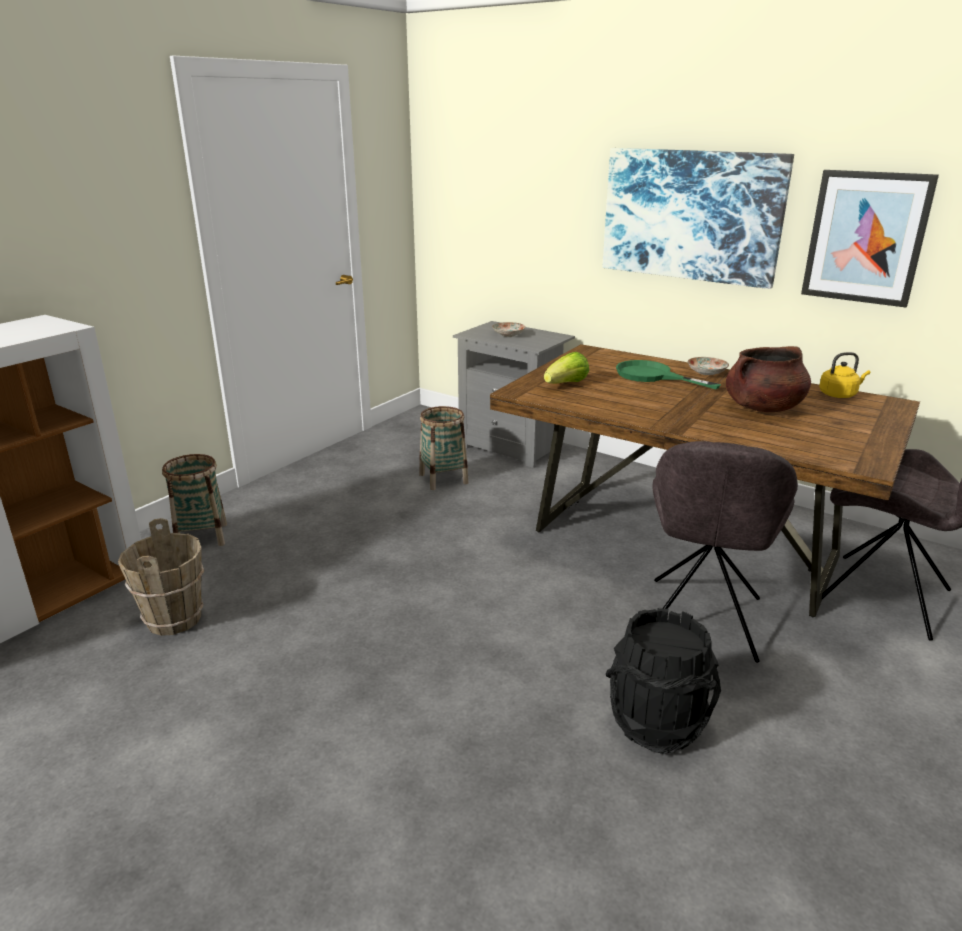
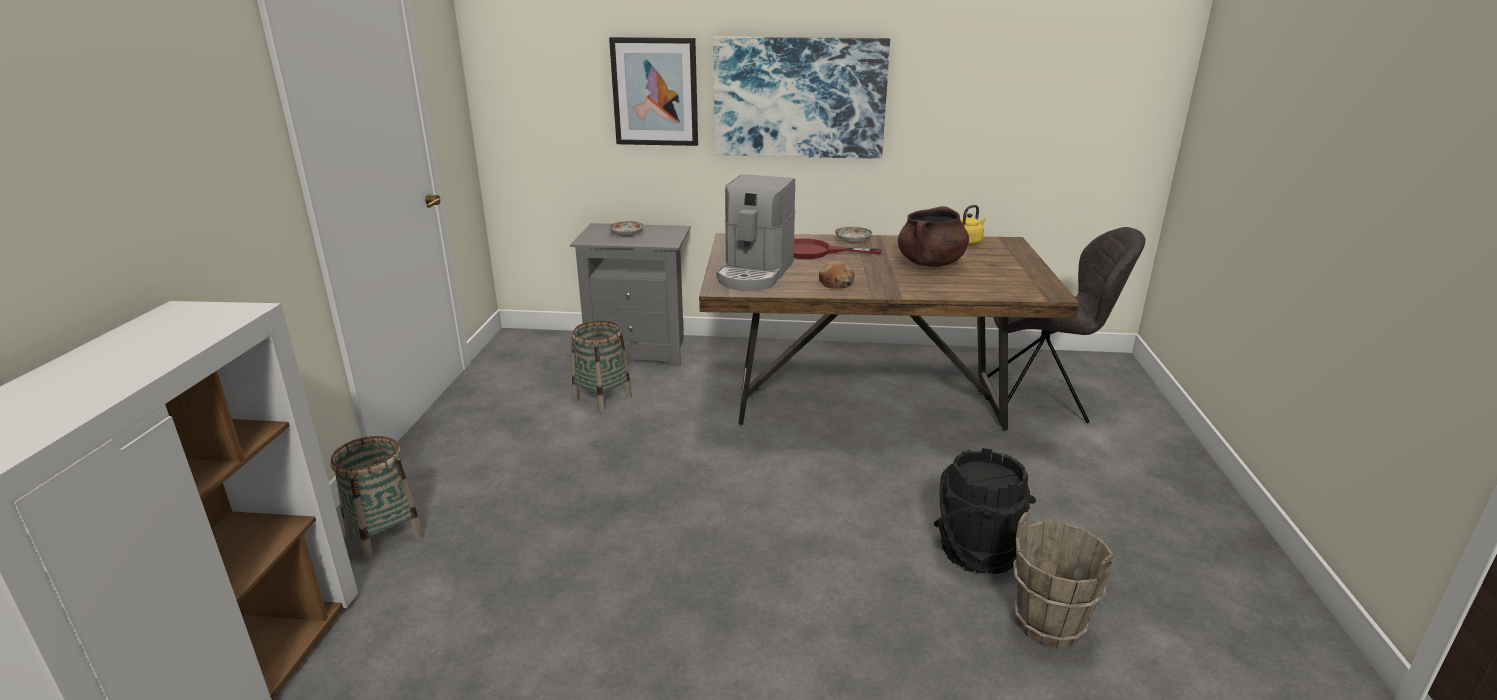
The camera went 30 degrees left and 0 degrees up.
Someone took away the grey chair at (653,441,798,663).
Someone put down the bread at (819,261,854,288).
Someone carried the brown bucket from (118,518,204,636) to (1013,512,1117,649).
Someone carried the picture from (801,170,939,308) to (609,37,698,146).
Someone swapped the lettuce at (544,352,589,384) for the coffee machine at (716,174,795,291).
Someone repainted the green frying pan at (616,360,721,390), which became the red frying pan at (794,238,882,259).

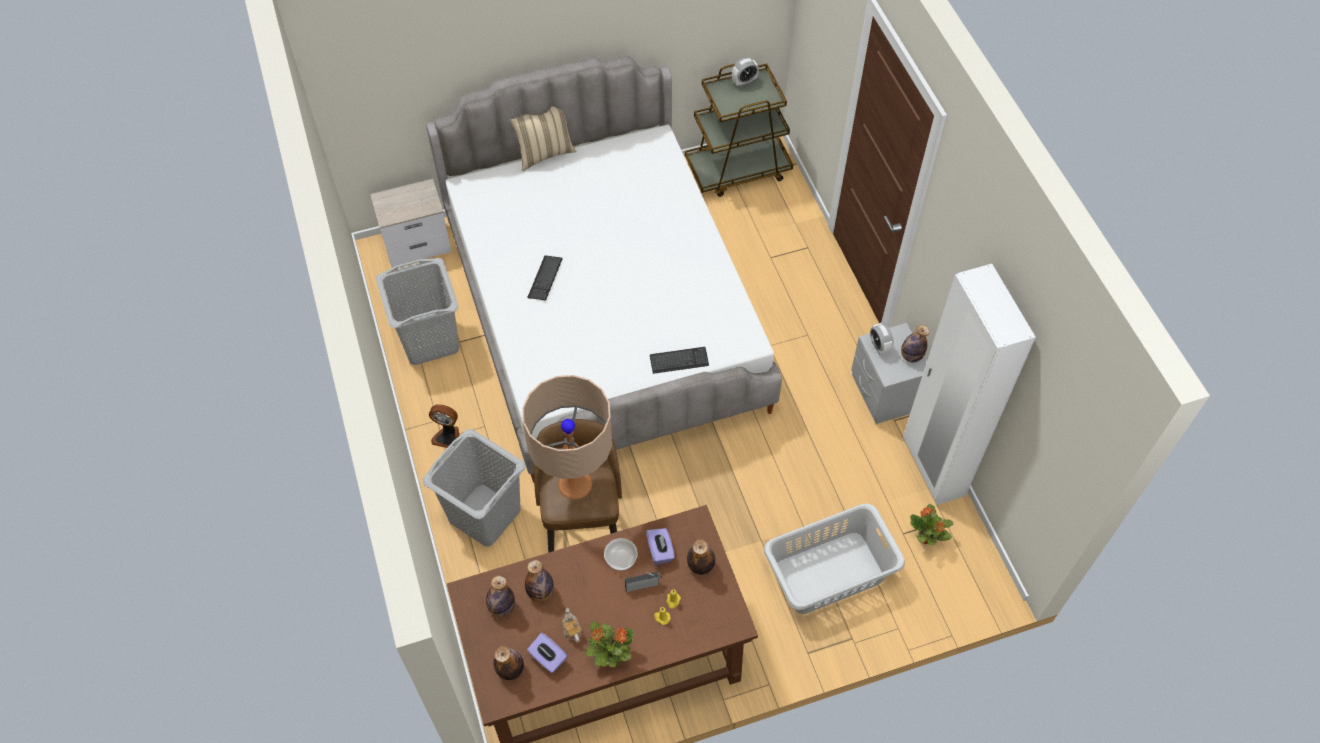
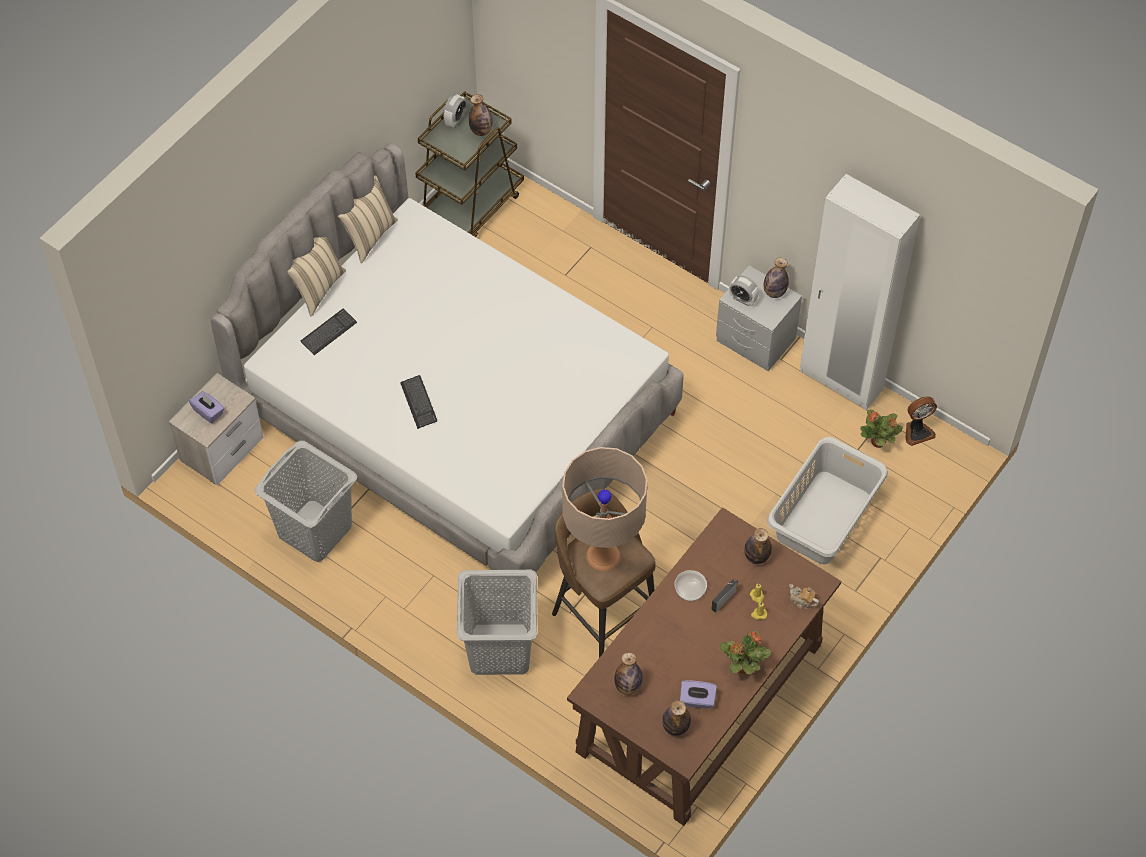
The camera went 35 degrees left and 0 degrees up.
Someone put down the beige pillow at (338,176,398,263).
Someone carried the fan from (429,404,460,448) to (905,396,937,446).
Someone carried the bottle from (525,560,554,602) to (469,94,493,136).
Someone carried the teapot from (562,608,582,643) to (789,584,819,609).
Someone carried the purple tissue box from (646,528,675,565) to (189,391,224,423).
Someone carried the keyboard from (650,347,709,374) to (301,309,357,355).

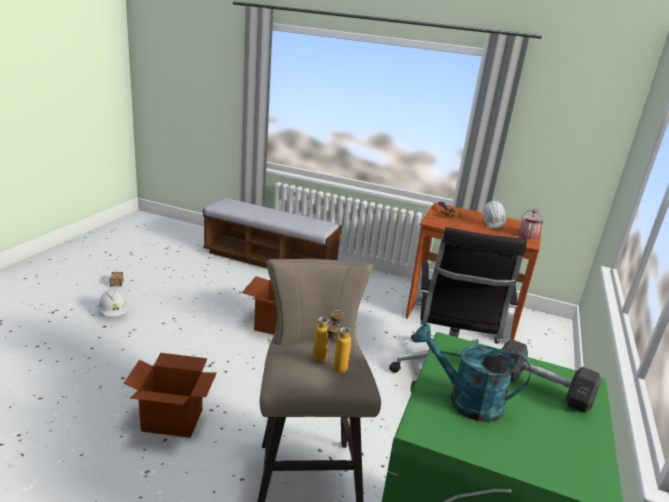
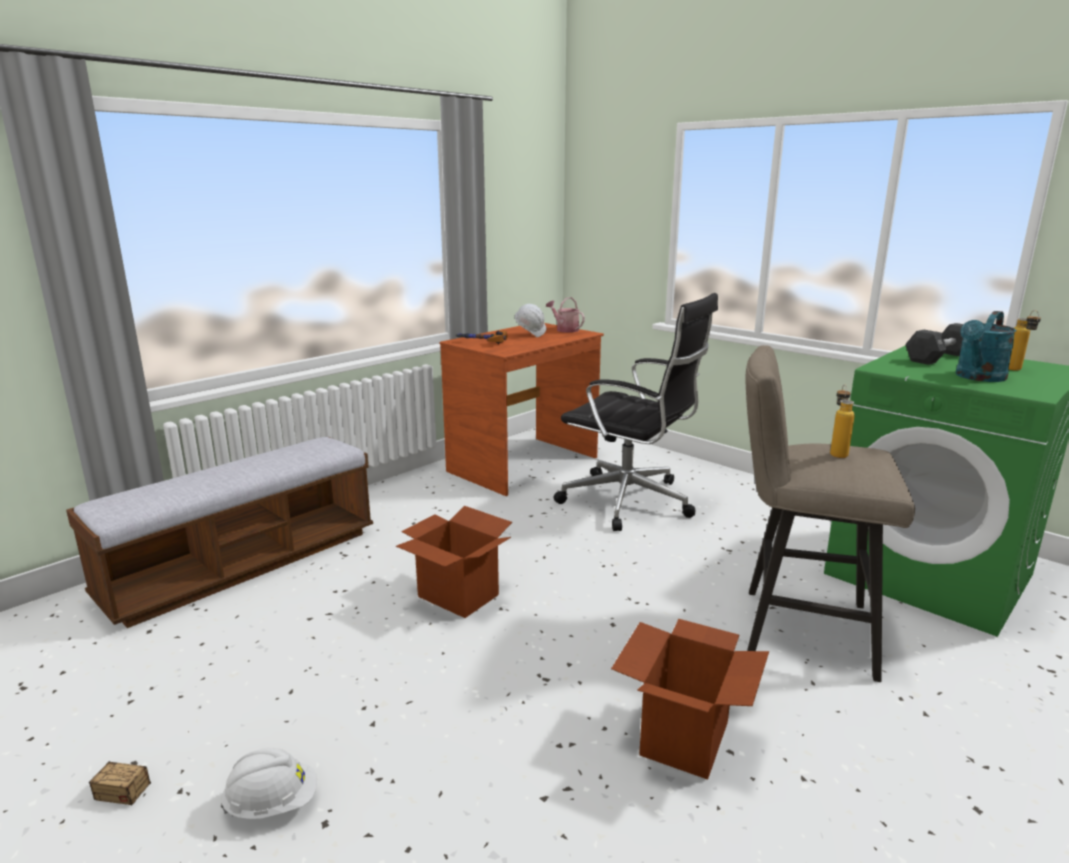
The camera went 65 degrees left and 5 degrees down.
Someone carried the bottle from (327,322,351,374) to (1008,310,1041,370).

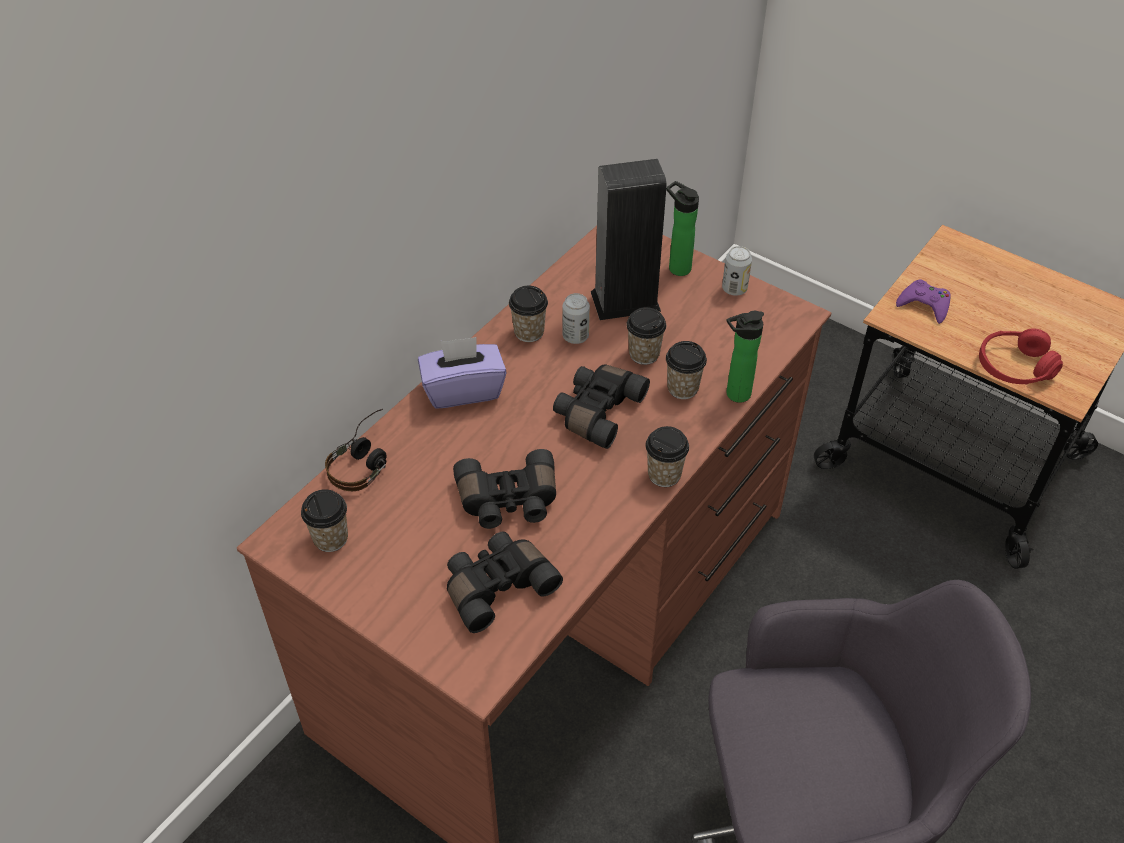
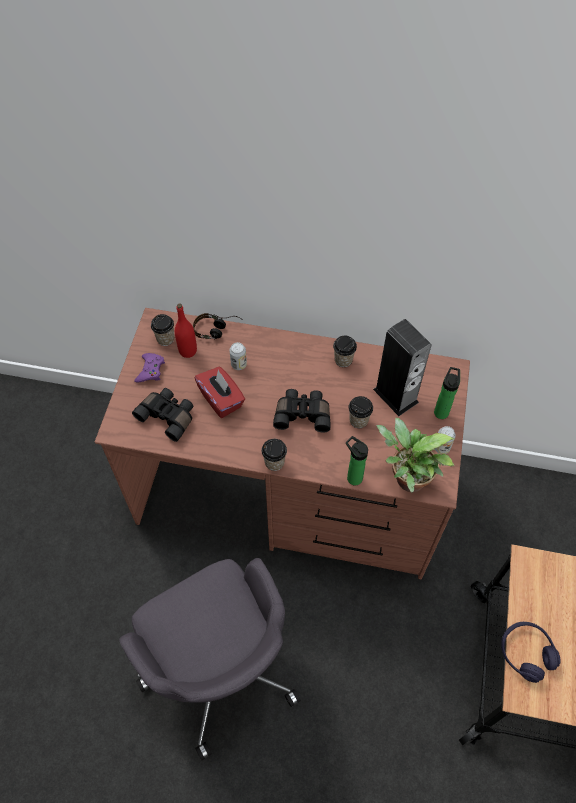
The camera went 65 degrees right and 10 degrees up.
Someone took away the purple tissue box at (418,337,507,409).
Someone took away the cup at (666,341,707,399).
Someone put down the red bottle at (175,304,197,358).
Someone put down the potted plant at (376,418,454,493).
Someone carried the can from (563,293,590,344) to (229,342,247,370).
Someone carried the purple game controller from (896,279,950,324) to (134,353,165,382).
Someone swapped the black binoculars at (453,449,556,529) for the red tissue box at (195,367,245,418).
Someone repainted the red headphones at (979,329,1063,385), which became the purple headphones at (501,622,561,683).

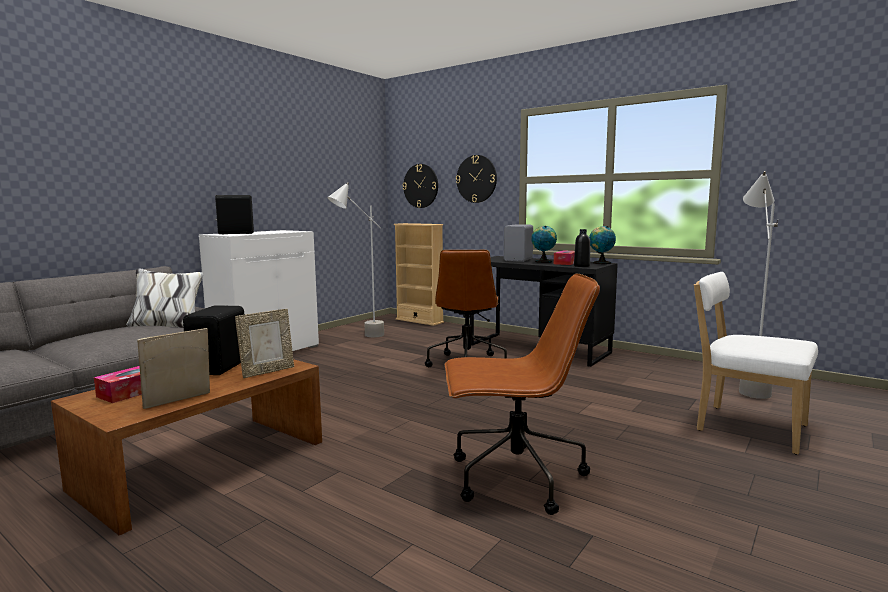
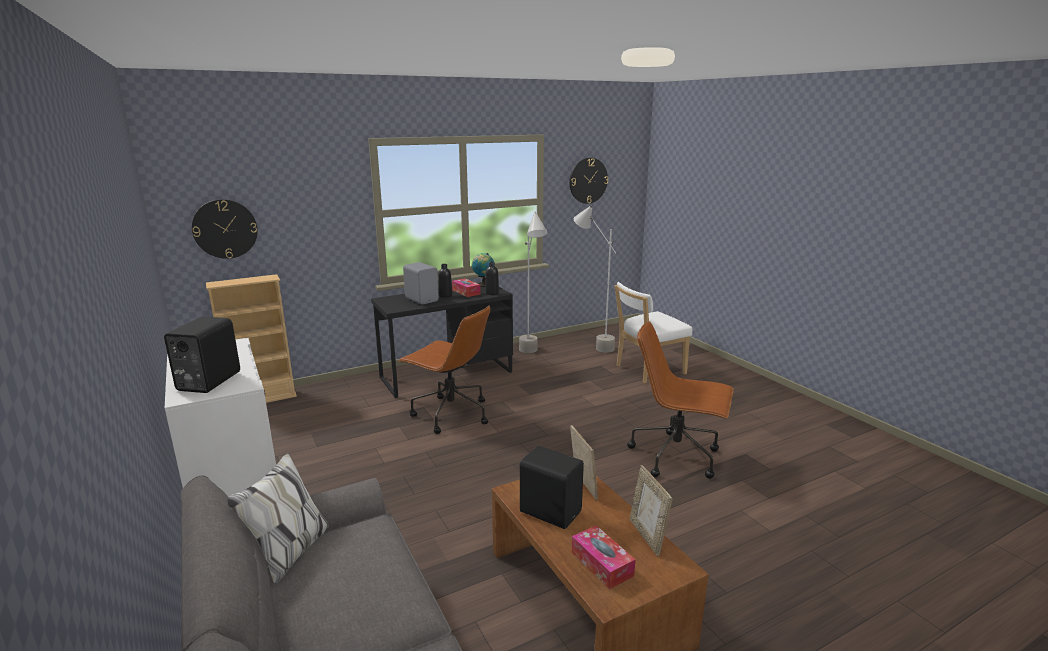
The camera went 65 degrees left and 10 degrees up.
Someone carried the grey floor lamp from (327,182,384,337) to (519,211,548,353).
Someone carried the wall clock from (456,155,497,203) to (569,158,608,204).
Someone swapped the globe at (531,226,557,263) for the black bottle at (438,264,453,298).
Someone rotated the brown office chair at (445,273,600,515) by 90 degrees counterclockwise.

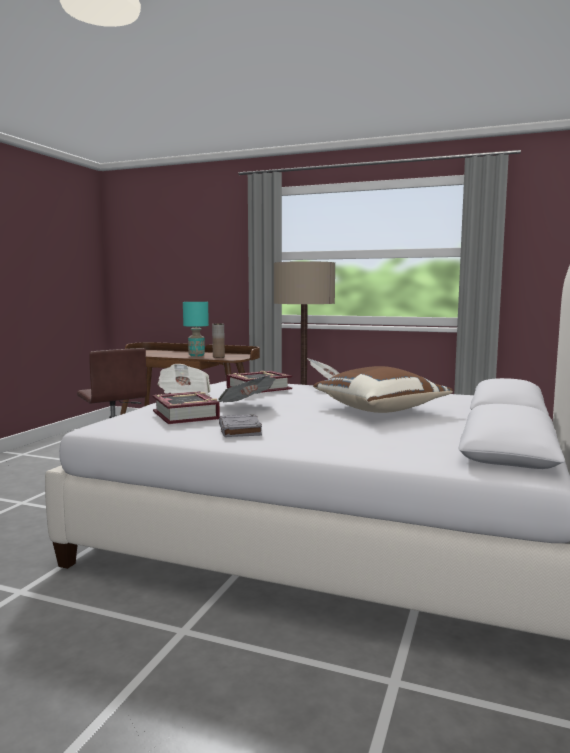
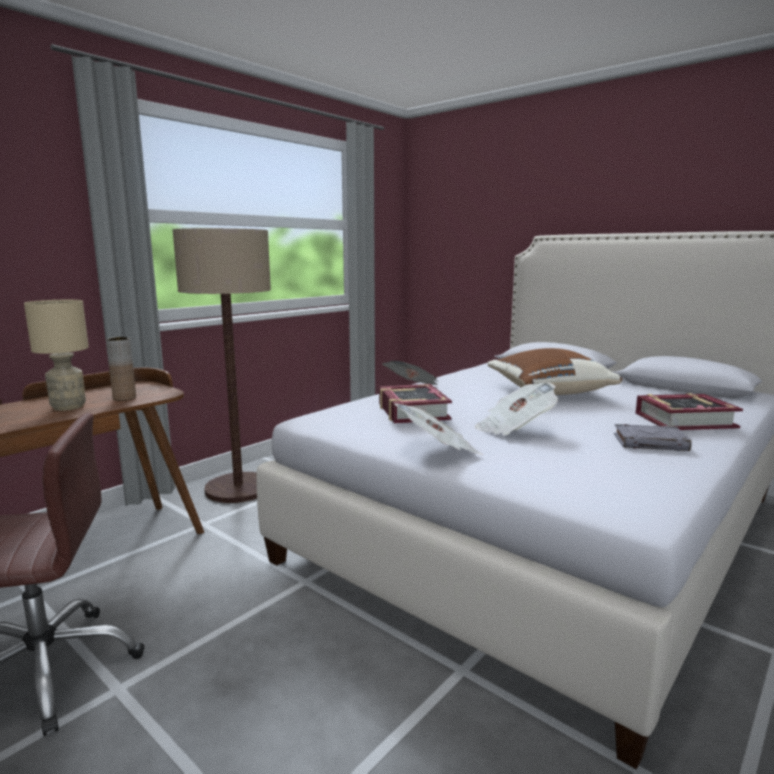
The camera went 70 degrees left and 5 degrees up.
Someone carried the book from (152,391,220,424) to (636,393,743,430).
Someone repainted the turquoise table lamp at (183,302,209,356), which became the beige table lamp at (24,300,89,411).

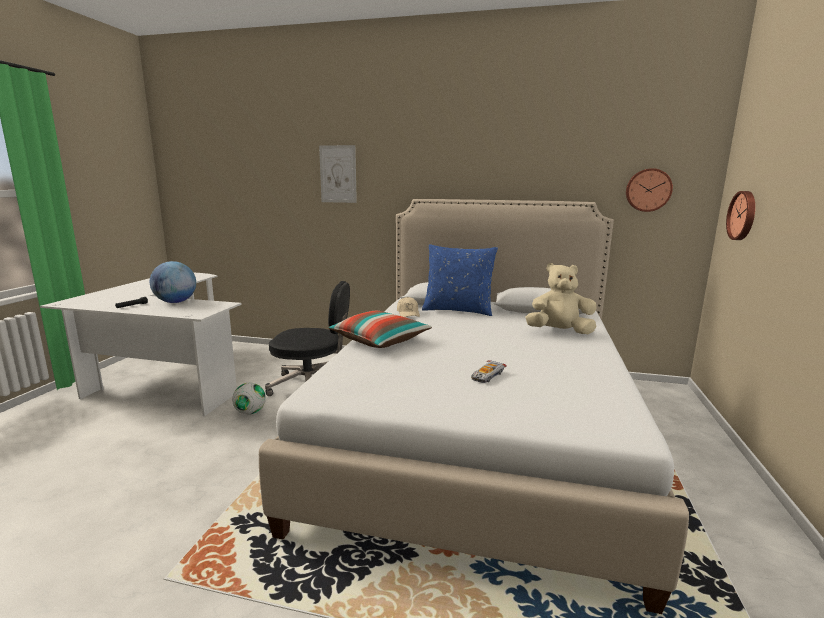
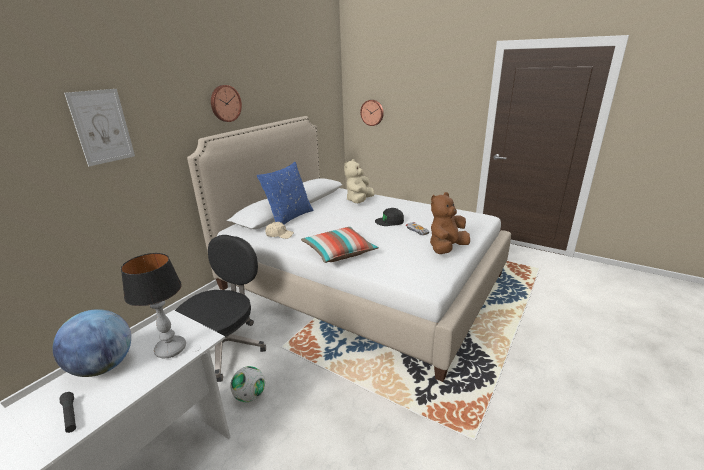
The camera went 70 degrees left and 10 degrees up.
Someone put down the table lamp at (121,253,186,358).
Someone put down the black cap at (375,208,404,226).
Someone put down the brown plush toy at (430,192,470,254).
Someone carried the wall clock from (626,168,673,212) to (211,85,242,122).

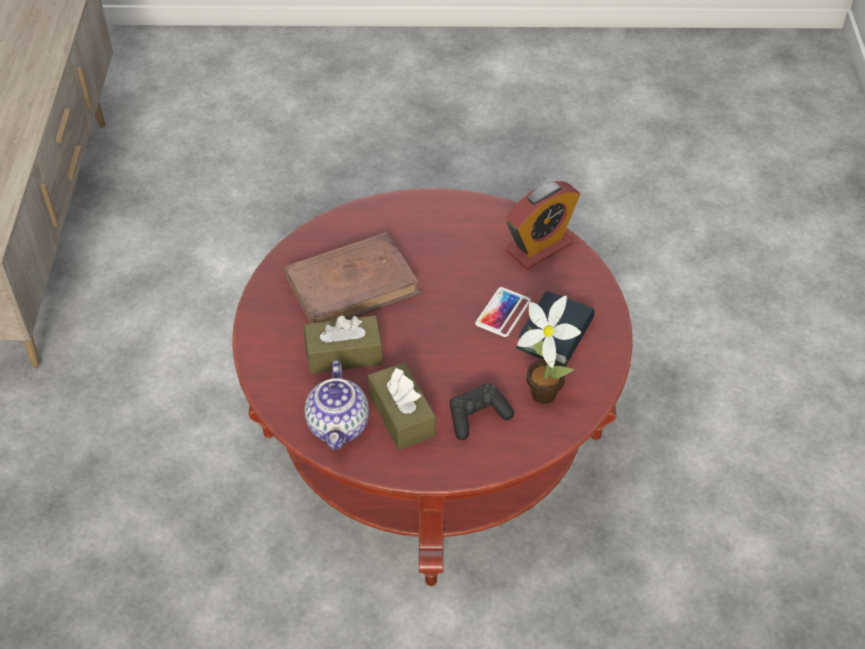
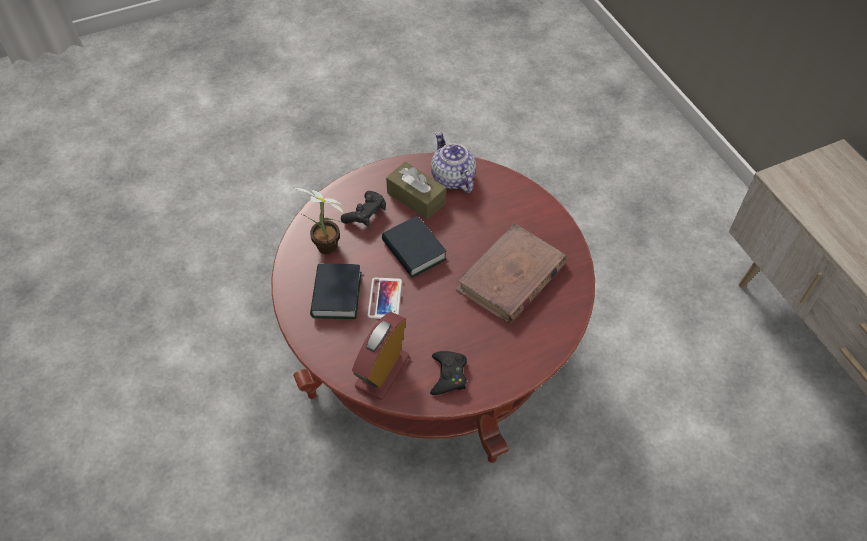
The camera went 155 degrees right and 5 degrees up.
Someone took away the brown tissue box at (304,315,383,374).
Someone put down the book at (382,216,447,278).
Someone put down the black game controller at (430,351,467,395).

